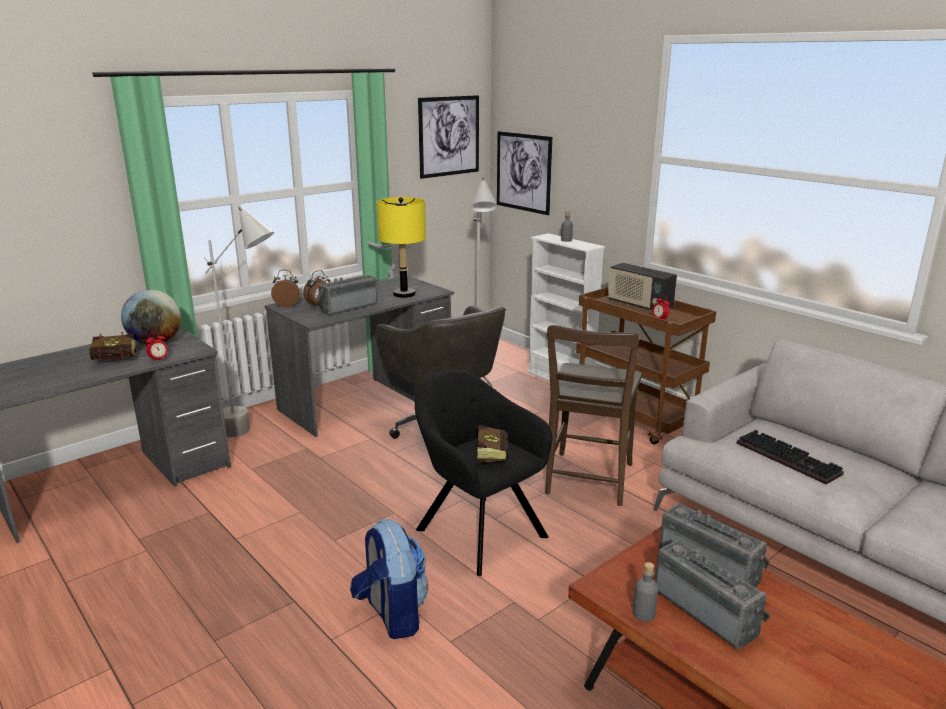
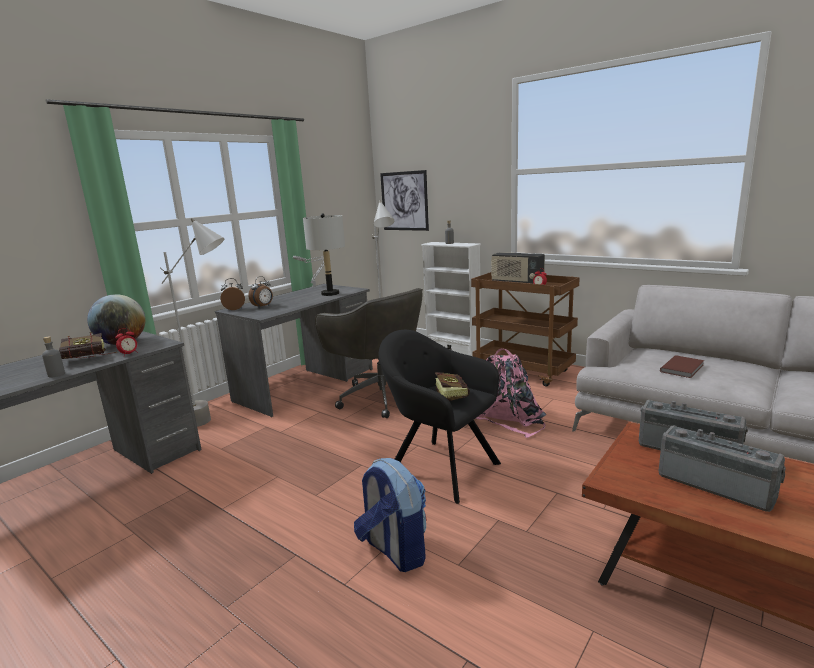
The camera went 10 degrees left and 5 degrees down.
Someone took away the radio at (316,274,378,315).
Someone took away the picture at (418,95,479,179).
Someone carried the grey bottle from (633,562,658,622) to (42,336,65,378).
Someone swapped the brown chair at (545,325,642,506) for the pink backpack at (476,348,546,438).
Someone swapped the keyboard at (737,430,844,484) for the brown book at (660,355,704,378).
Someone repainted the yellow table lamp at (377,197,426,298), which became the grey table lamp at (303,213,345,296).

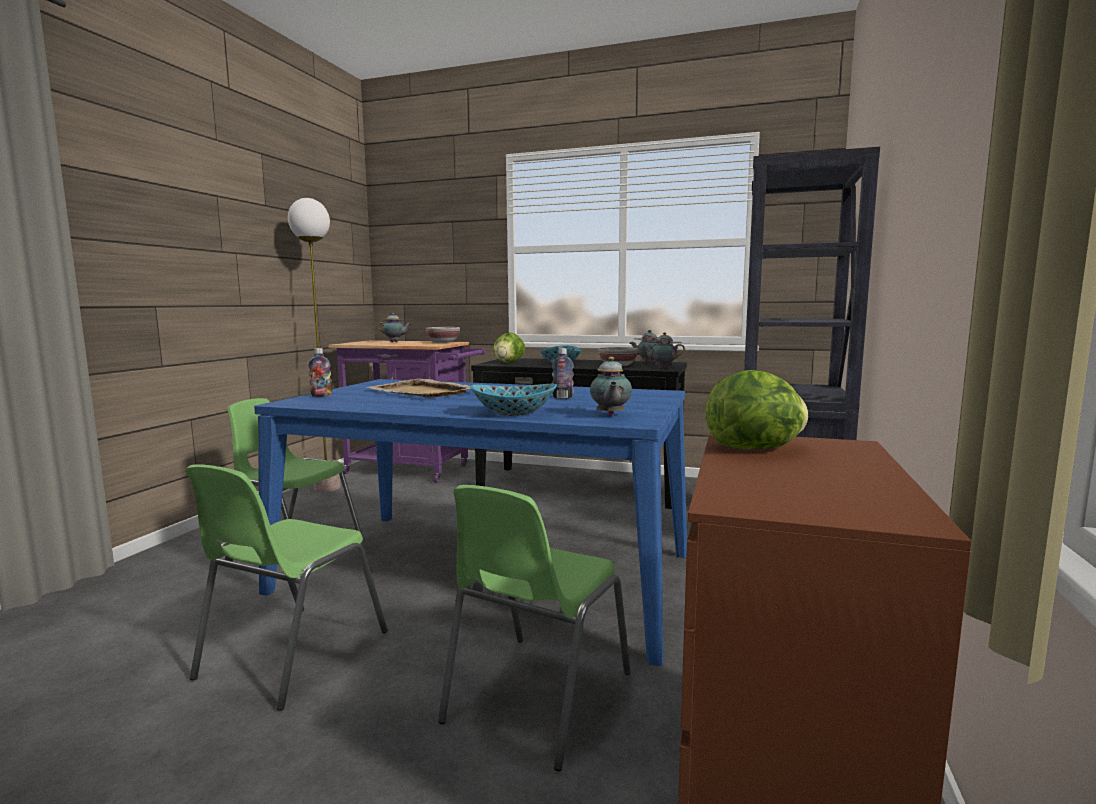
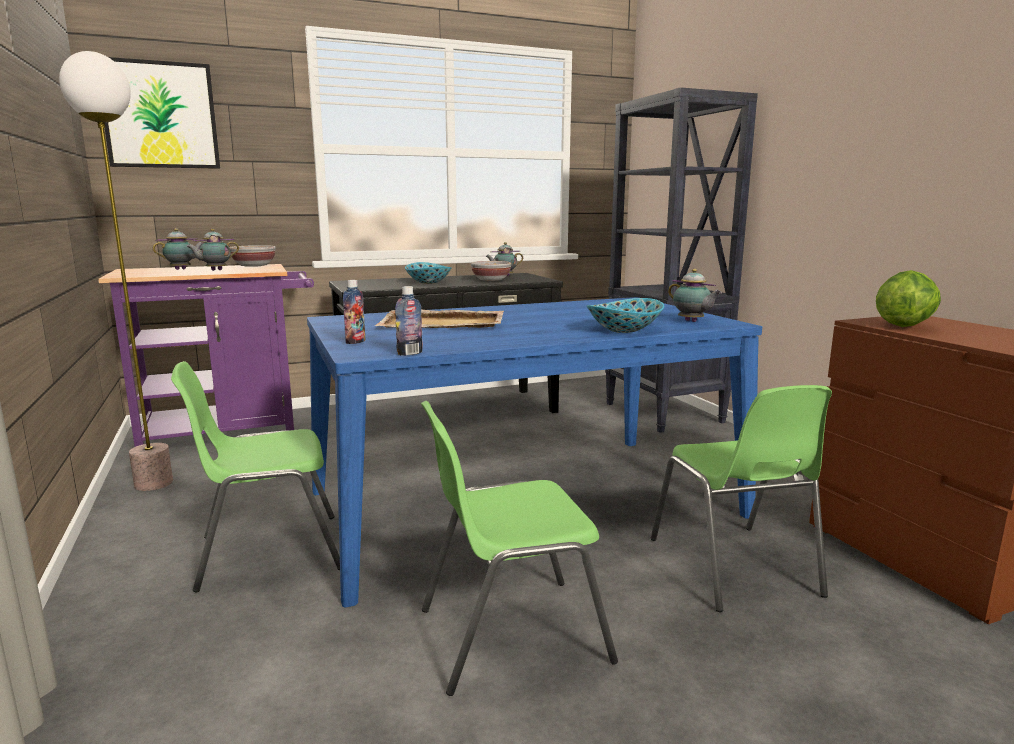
The camera went 40 degrees left and 5 degrees up.
Someone took away the lettuce at (493,332,525,363).
Someone put up the picture at (105,57,220,169).
Someone carried the bottle from (552,348,574,399) to (395,286,423,355).
Someone carried the teapot from (642,332,685,369) to (186,229,239,271).
Someone rotated the green chair at (185,464,388,711) by 90 degrees clockwise.

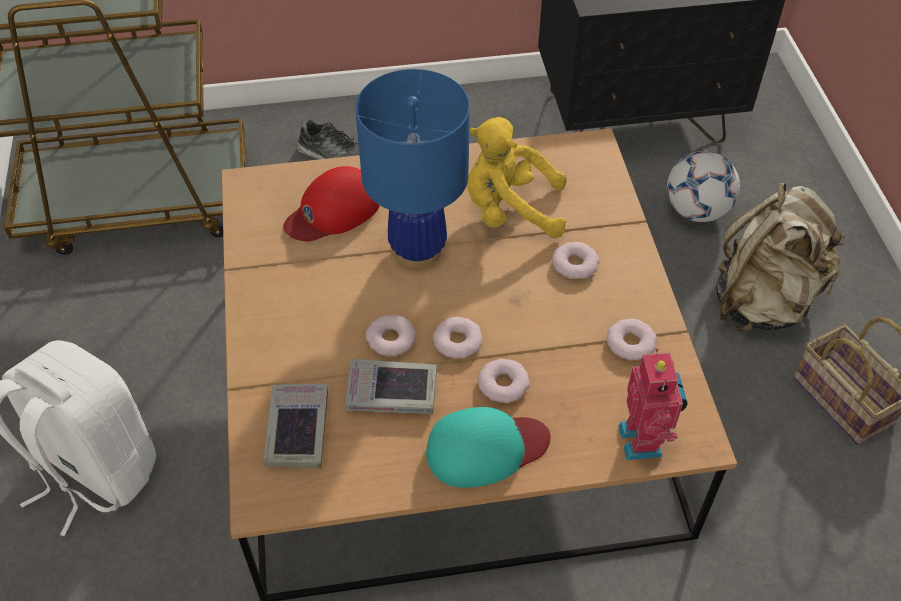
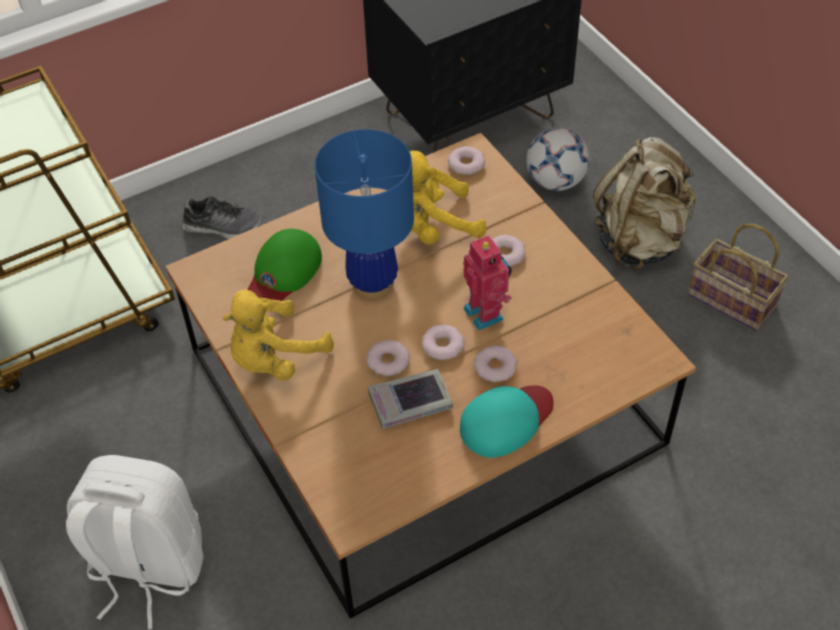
The camera went 20 degrees left and 0 degrees up.
Someone took away the book at (263,384,328,469).
Someone put down the yellow plush toy at (222,289,334,381).
Someone carried the donut from (607,319,657,361) to (448,146,485,175).
Someone carried the toy robot from (618,349,688,460) to (463,235,512,330).
Someone repainted the red cap at (283,166,380,242), which became the green cap at (248,229,322,301).

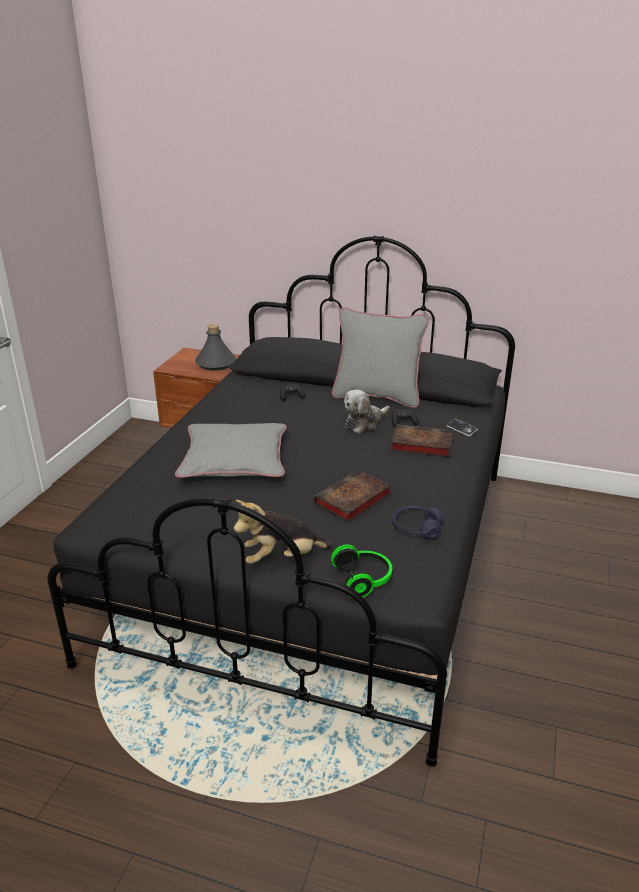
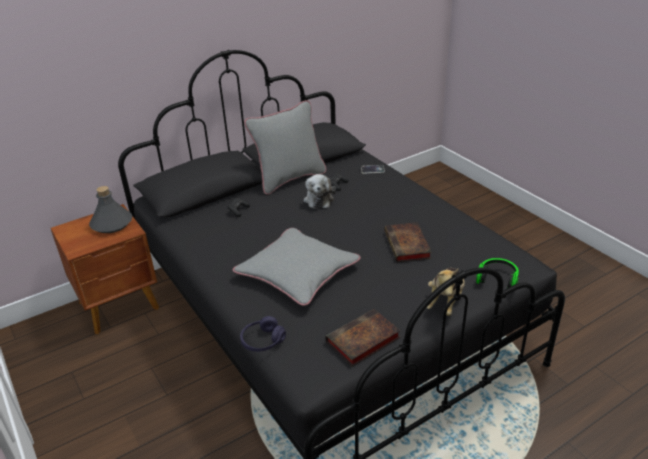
The camera went 50 degrees left and 5 degrees up.
Someone carried the book from (390,425,454,457) to (326,309,401,366).
Someone carried the purple headphones from (392,506,444,539) to (240,316,286,352).

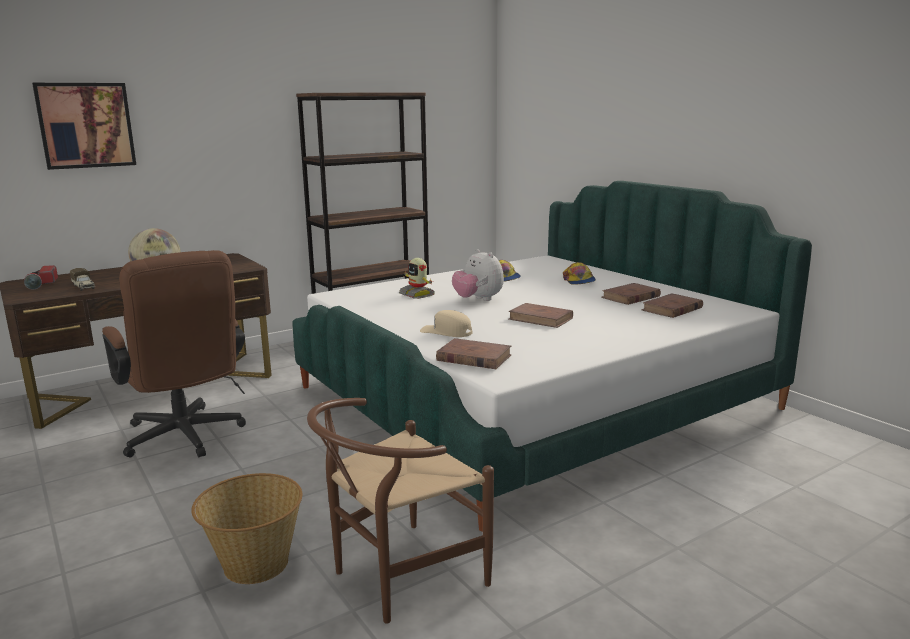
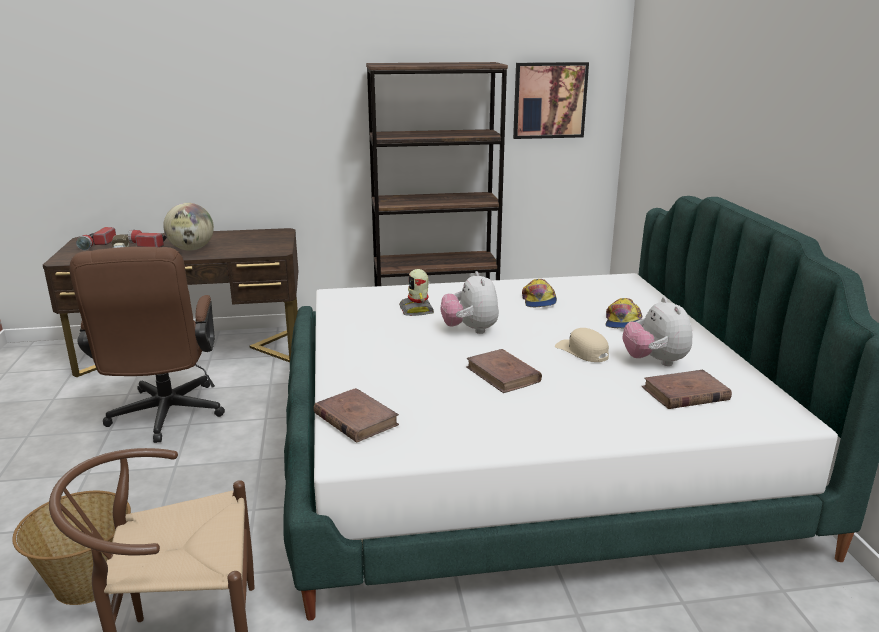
The camera went 25 degrees right and 5 degrees up.
Someone put down the flashlight at (128,229,167,247).
Someone carried the picture from (32,83,136,170) to (513,62,589,139).
Someone carried the beige cap from (420,310,473,337) to (555,328,609,362).
Someone swapped the brown book at (601,283,661,305) for the plush toy at (622,297,693,366).

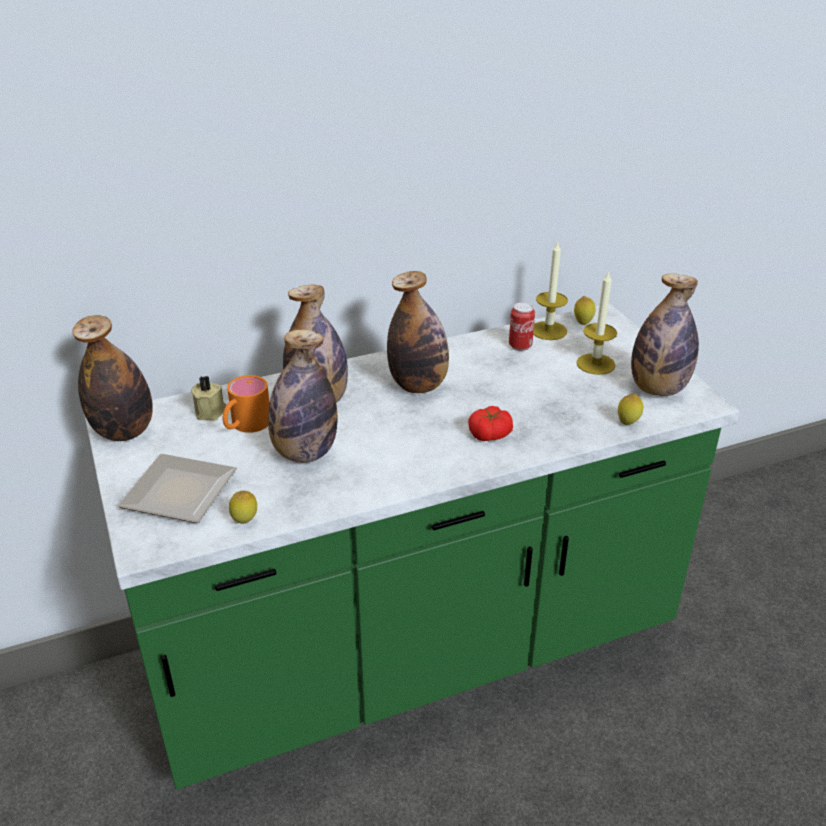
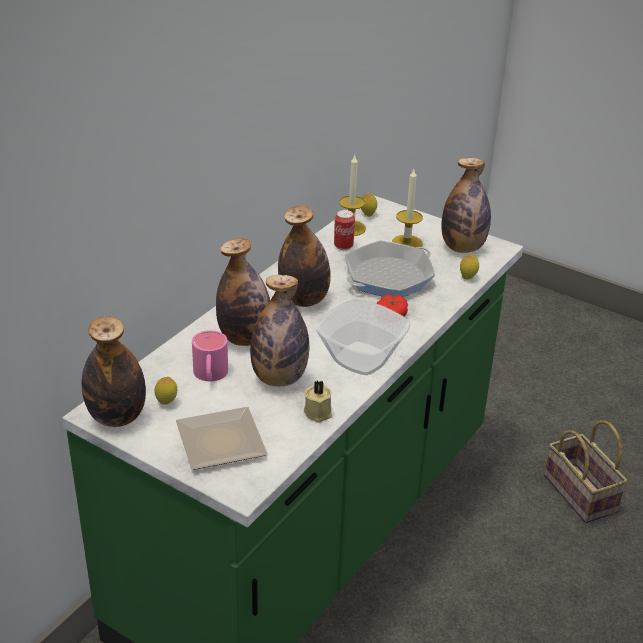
The camera went 35 degrees left and 0 degrees up.
Someone put down the bowl at (316,299,410,375).
Someone put down the frying pan at (345,240,435,297).
Someone put down the basket at (544,420,628,523).
Someone carried the beige candle from (191,375,226,421) to (304,381,332,422).
Someone carried the lemon from (229,491,257,524) to (154,377,177,405).
Someone repainted the orange mug at (223,375,270,433), which became the pink mug at (192,330,228,381).

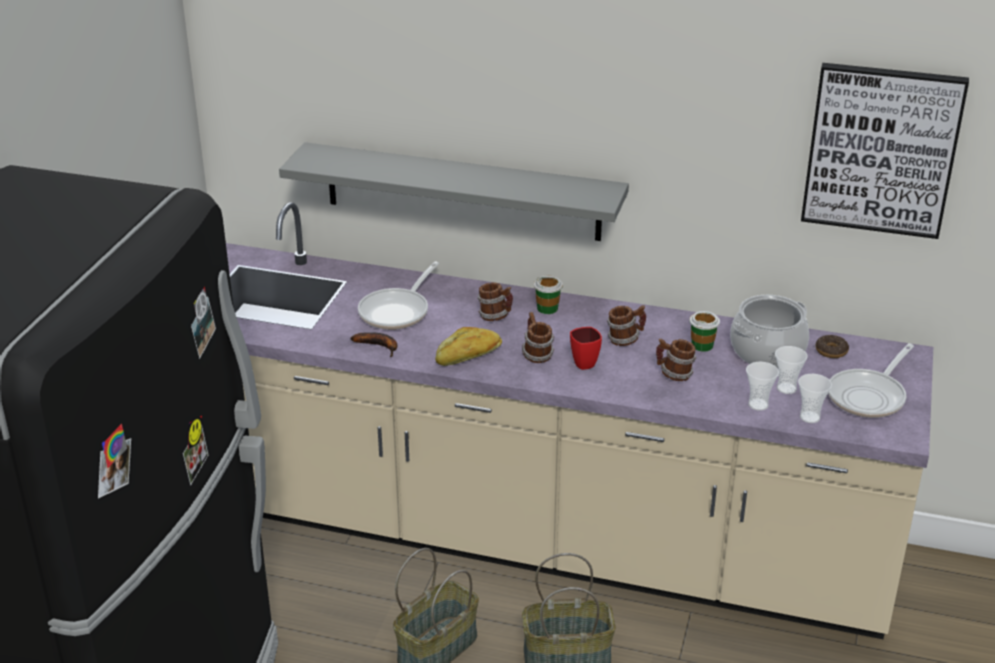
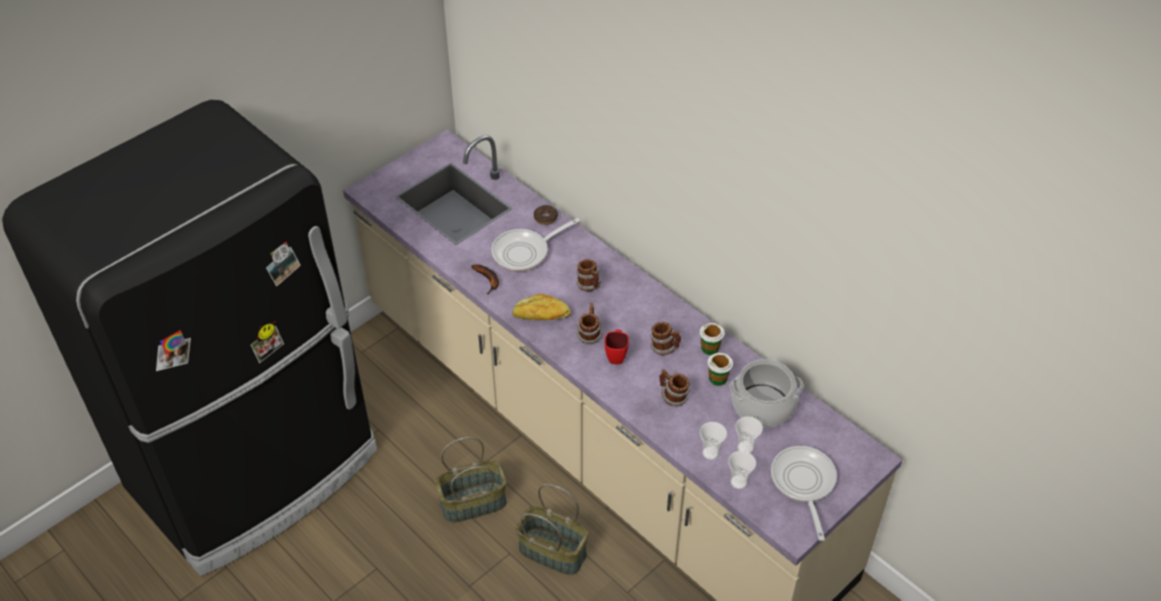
The camera went 30 degrees right and 15 degrees up.
Someone took away the grey shelf at (279,142,629,241).
Someone took away the picture at (801,63,969,239).
Someone carried the cup from (534,276,563,314) to (700,323,725,355).
Someone carried the donut from (816,335,849,358) to (534,205,558,225).
Someone rotated the frying pan at (828,343,914,418) by 105 degrees clockwise.

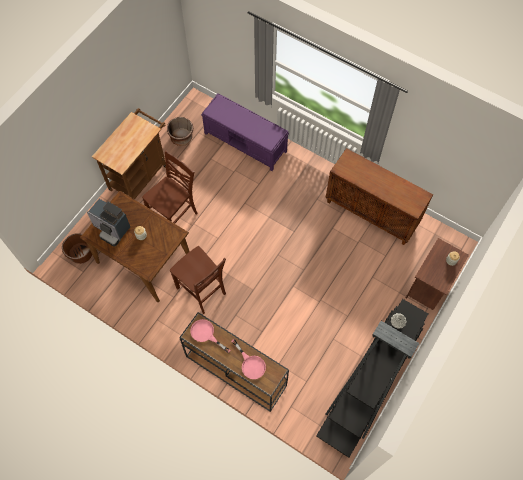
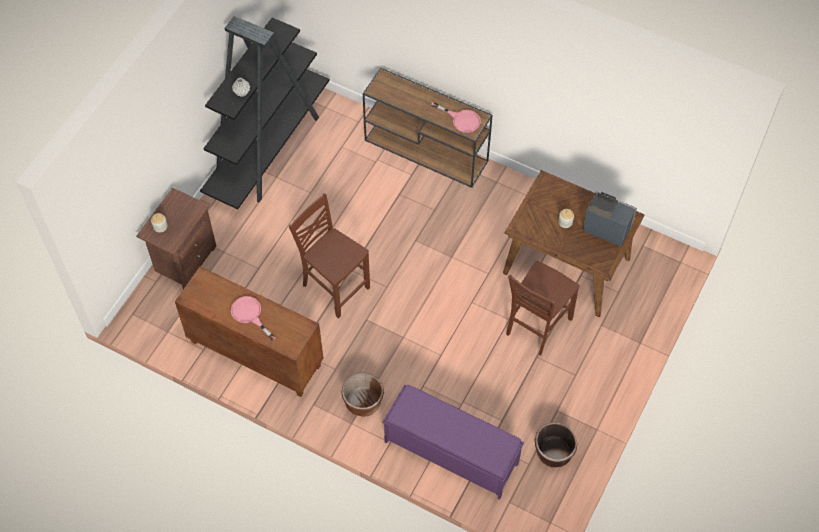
The camera went 175 degrees right and 5 degrees down.
Someone took away the brown cart at (92,108,166,199).
Someone carried the brown planter from (62,233,92,264) to (341,373,384,417).
Someone carried the brown chair from (170,246,226,314) to (289,193,370,319).
Someone carried the pink frying pan from (232,339,266,379) to (231,296,276,341).

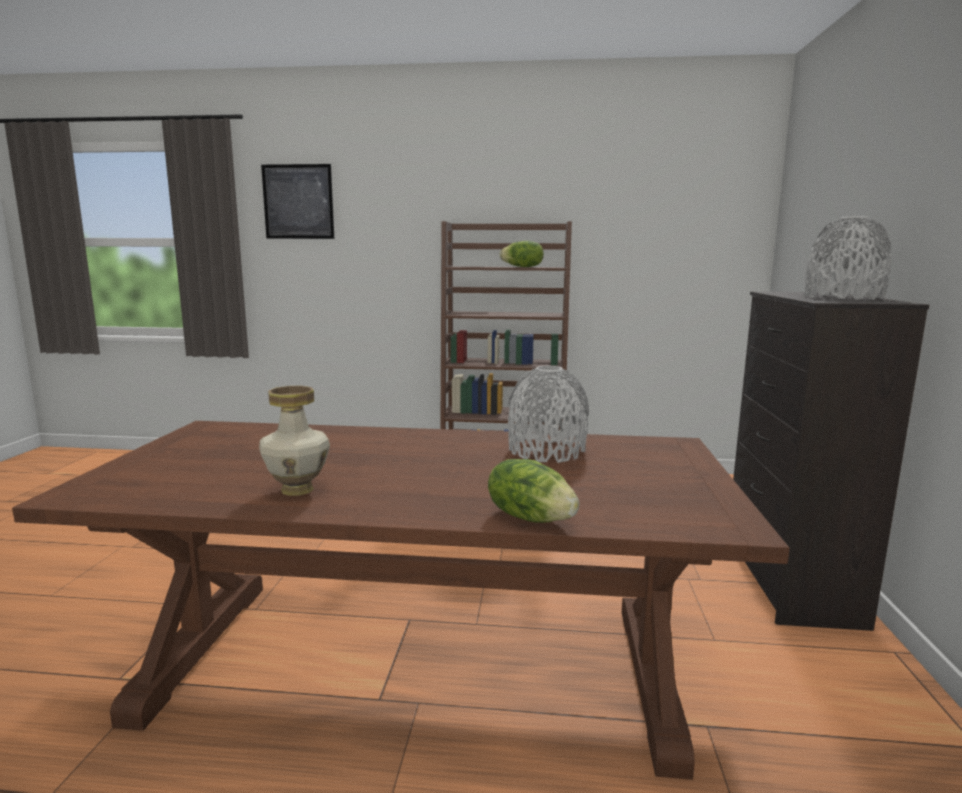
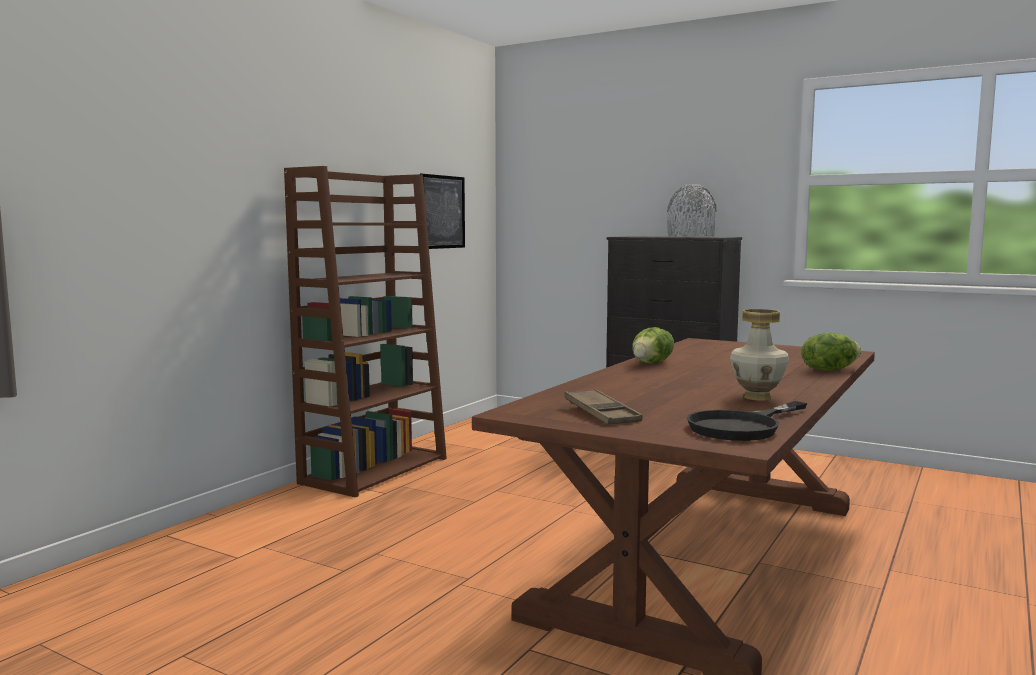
The camera went 65 degrees left and 5 degrees down.
Someone took away the grey vase at (508,366,589,463).
Someone put down the brown tray at (564,389,643,424).
Someone put down the black frying pan at (686,401,807,441).
Someone carried the picture from (261,164,334,239) to (422,174,465,249).
Someone carried the lettuce from (499,241,544,267) to (632,327,674,364).

